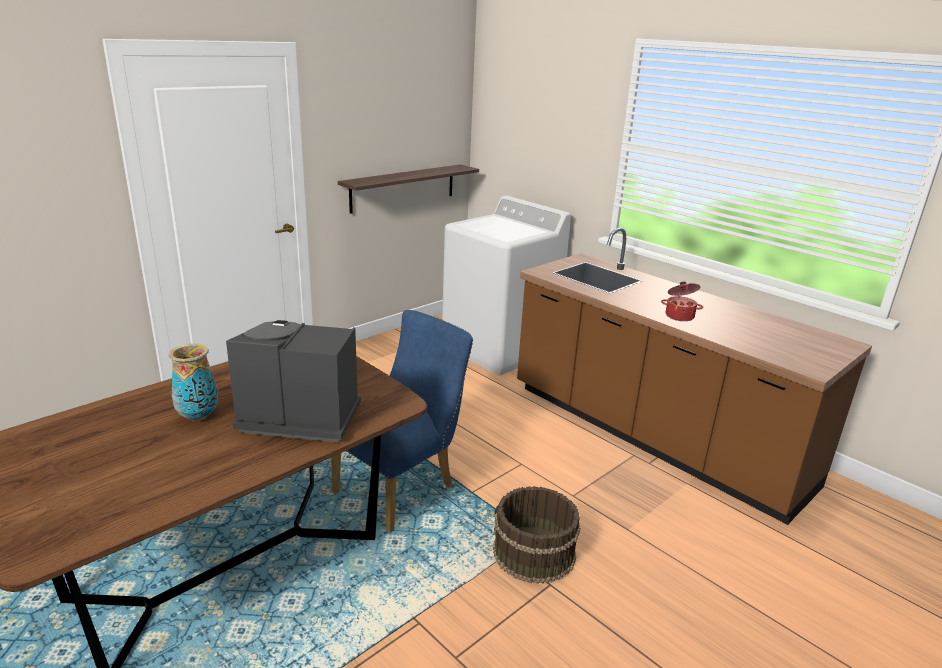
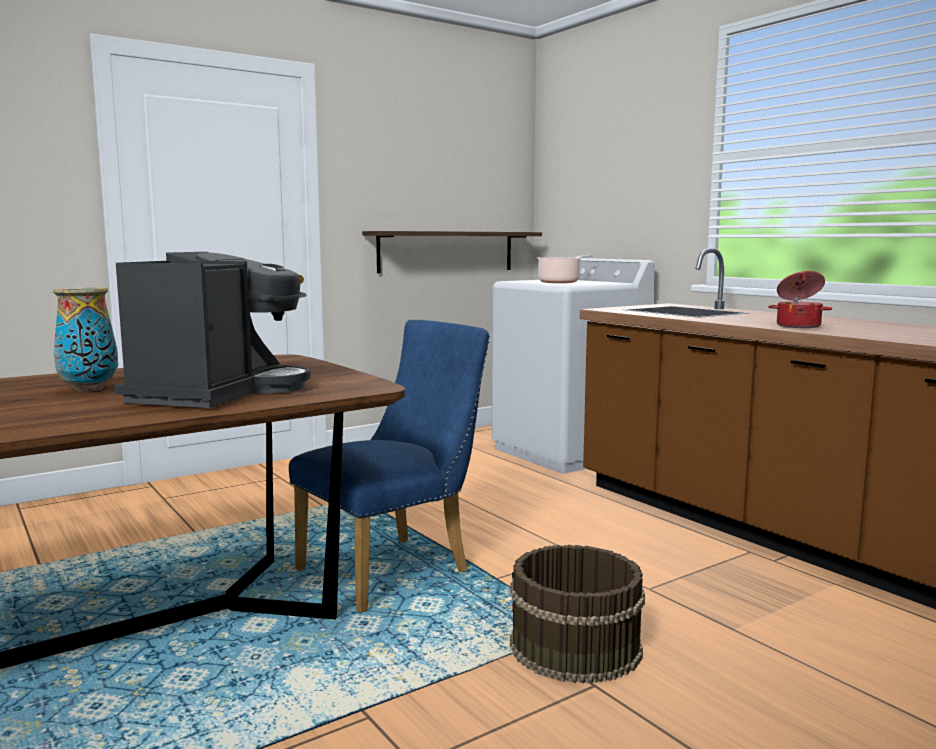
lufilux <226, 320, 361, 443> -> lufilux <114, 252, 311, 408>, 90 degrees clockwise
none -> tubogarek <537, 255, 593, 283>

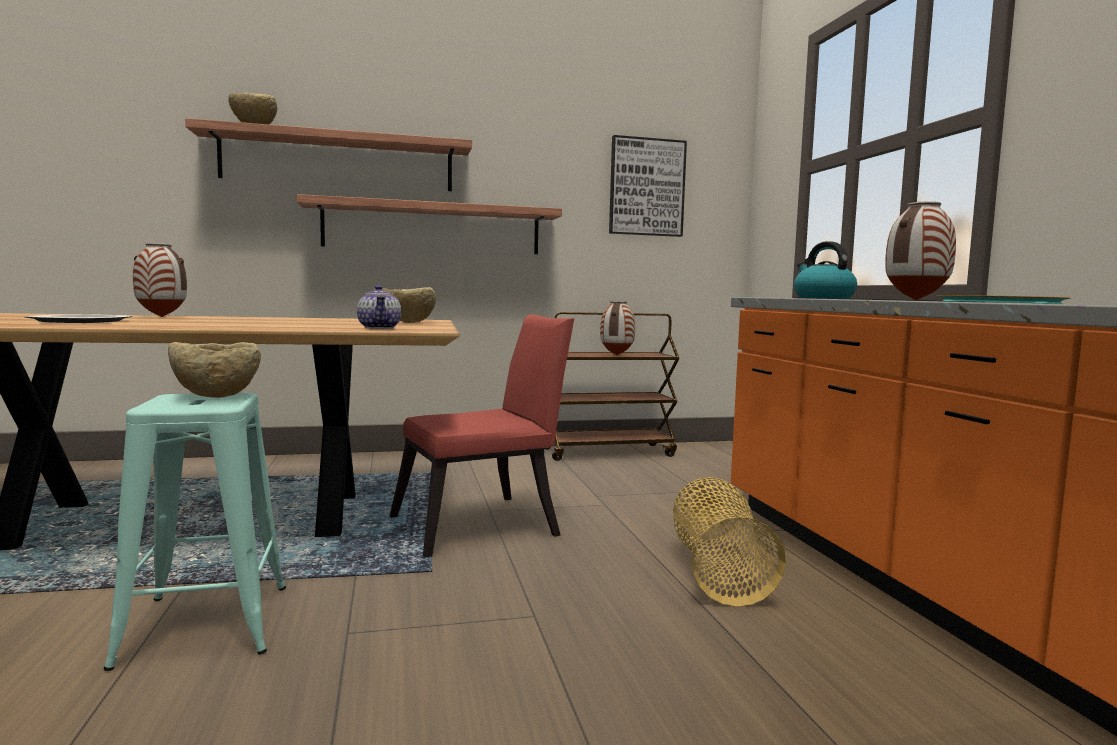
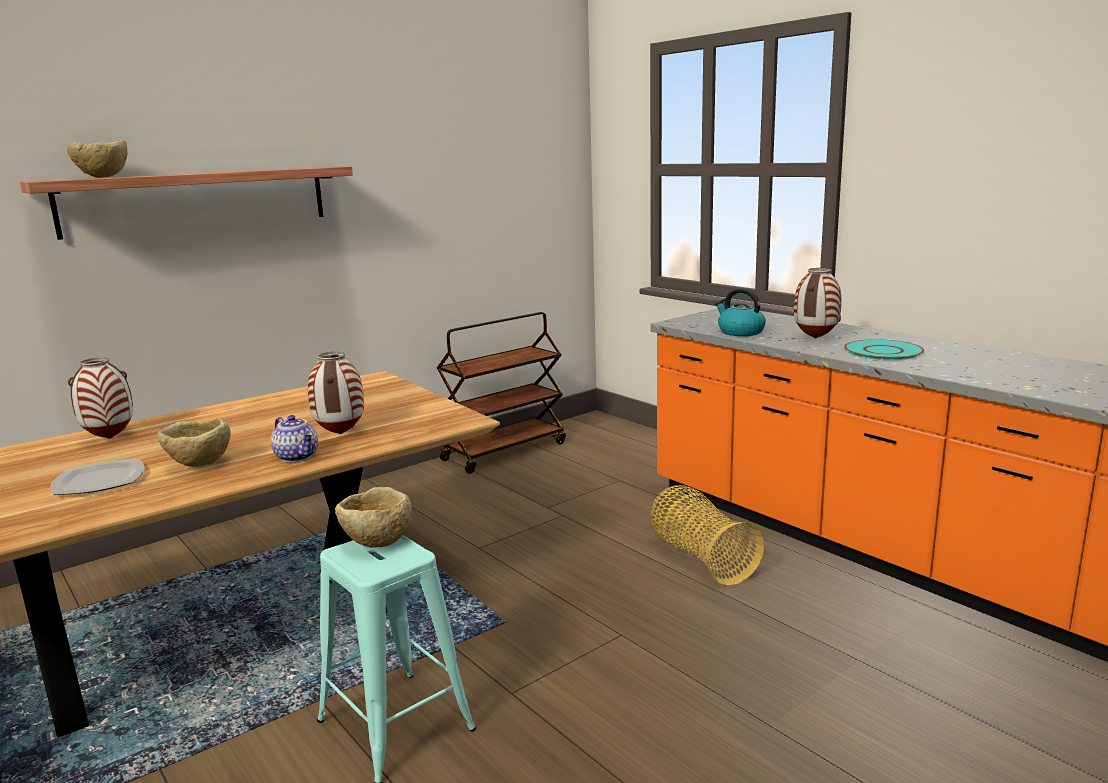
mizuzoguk <297, 194, 562, 254> -> none
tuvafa <357, 285, 401, 329> -> tuvafa <271, 415, 318, 462>, move
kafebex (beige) <383, 287, 436, 323> -> kafebex (beige) <157, 419, 231, 467>, move
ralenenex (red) <390, 314, 574, 557> -> none
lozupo <600, 301, 635, 355> -> lozupo <308, 352, 364, 434>, move
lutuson <609, 135, 687, 237> -> none

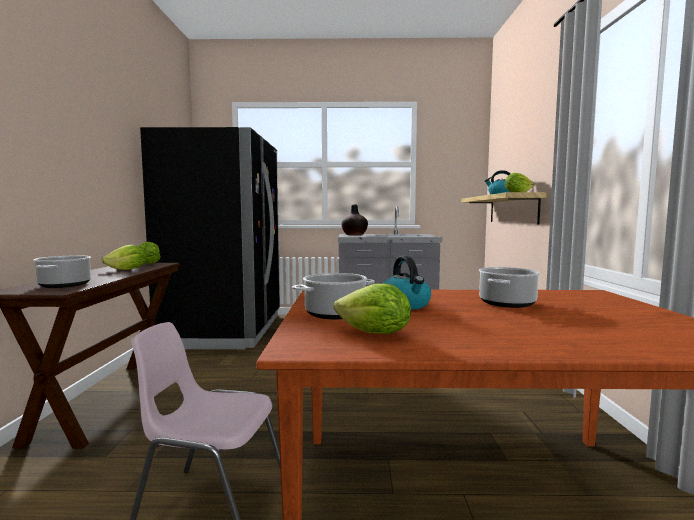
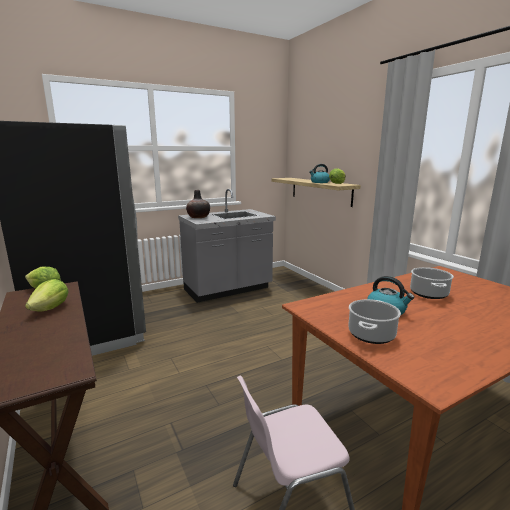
tubogarek <33, 255, 91, 288> -> none
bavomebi <334, 283, 411, 334> -> none

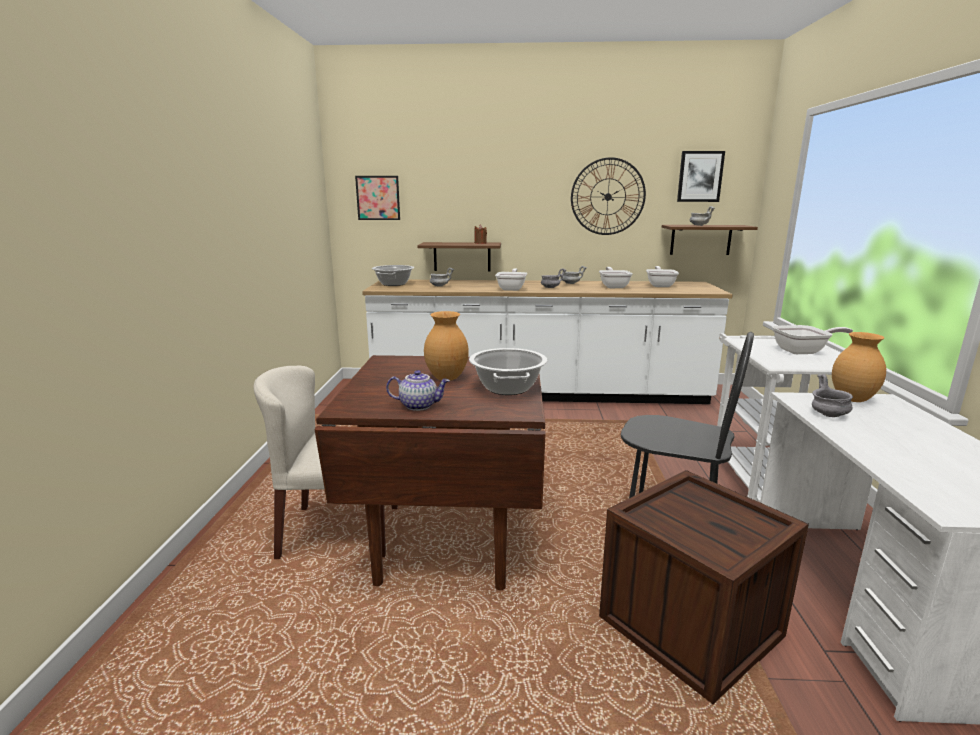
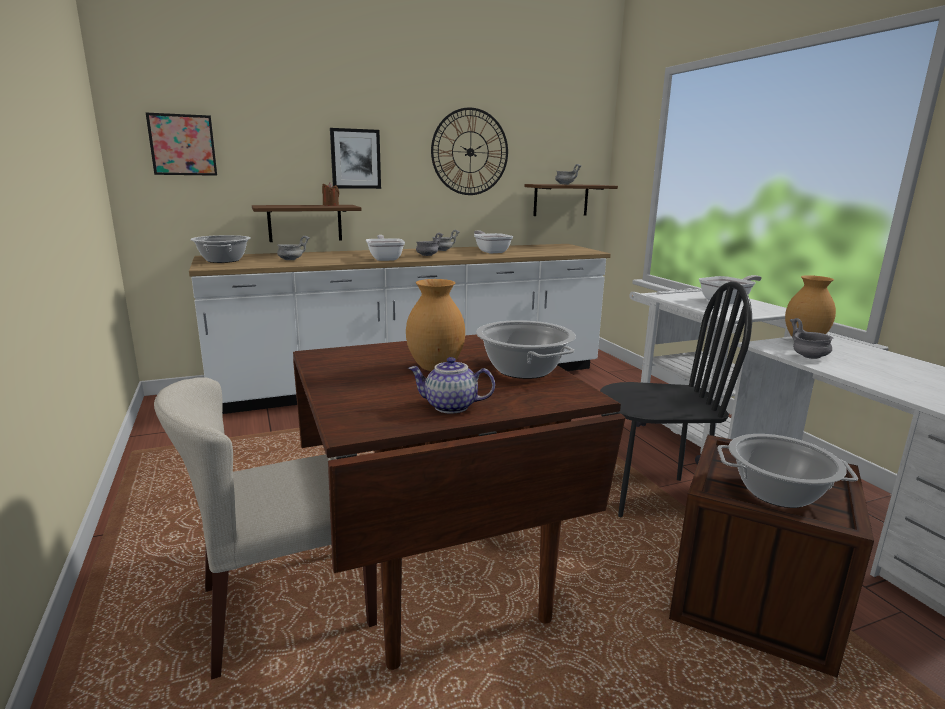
tuvafa <386, 370, 450, 411> -> tuvafa <408, 357, 495, 414>, 150 degrees counterclockwise
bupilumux <646, 266, 679, 287> -> none
lutuson <677, 151, 725, 202> -> lutuson <330, 128, 381, 189>, move
none -> tubogarek <717, 434, 858, 508>

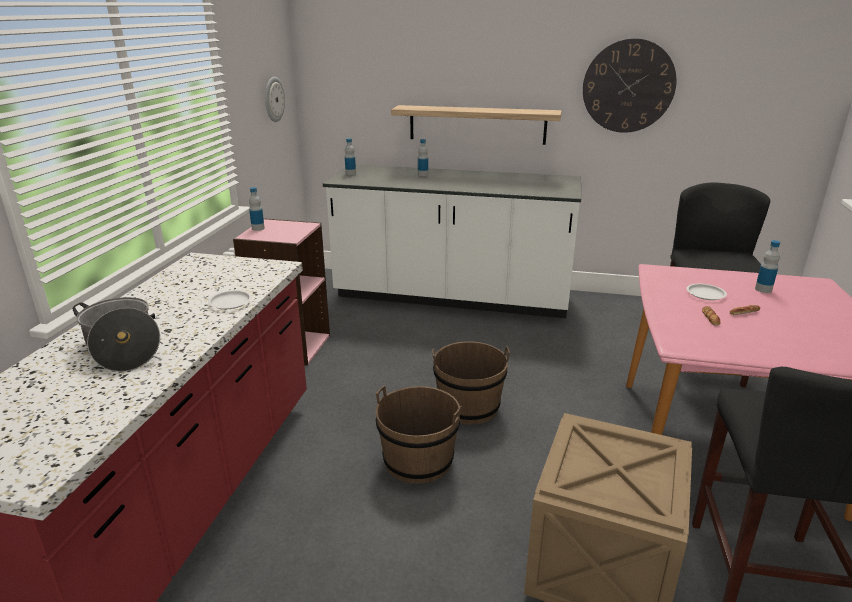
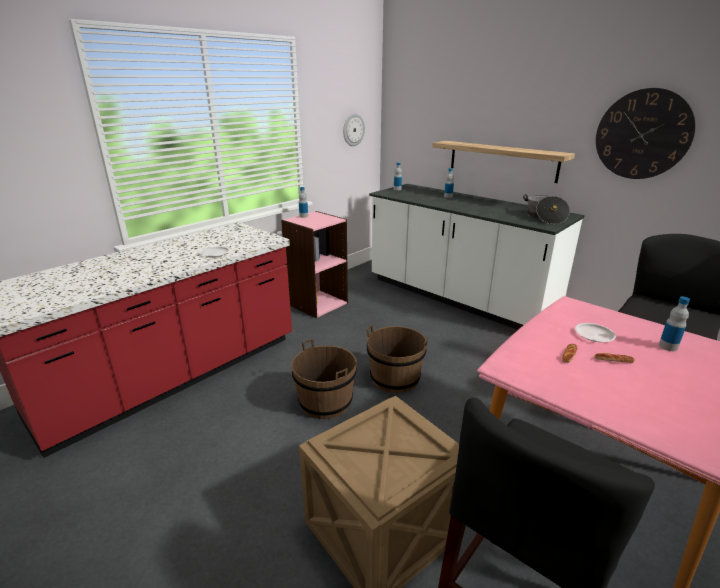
tubogarek <73, 297, 160, 372> -> tubogarek <523, 194, 570, 224>, move

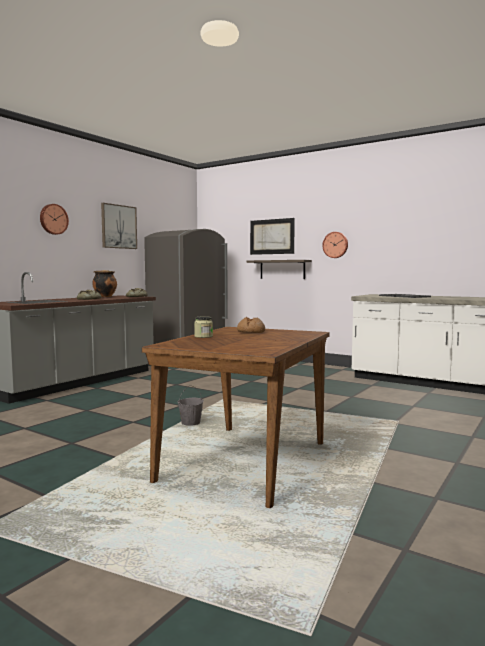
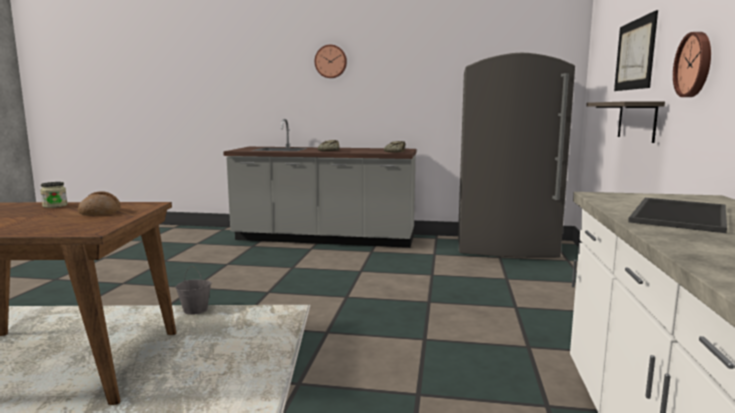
tubogarek <92, 270, 117, 297> -> none
lutuson <101, 203, 137, 249> -> none

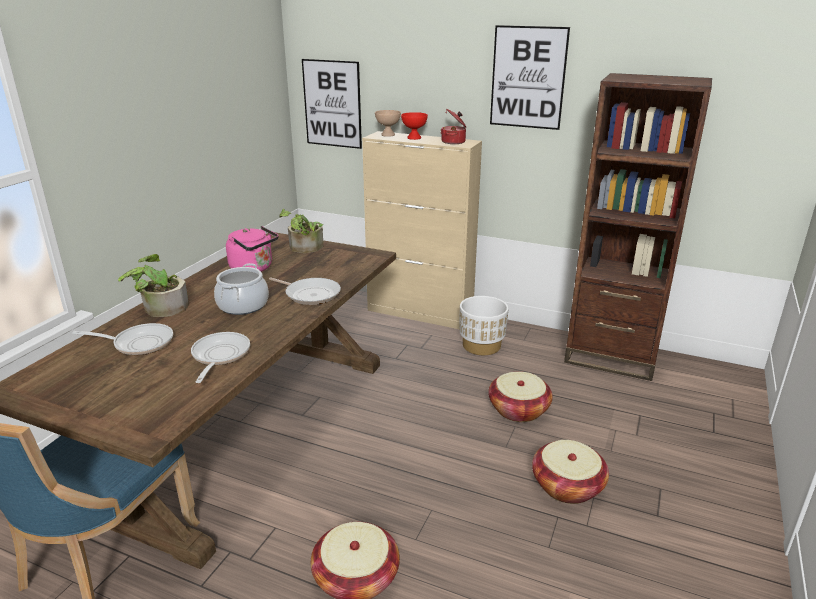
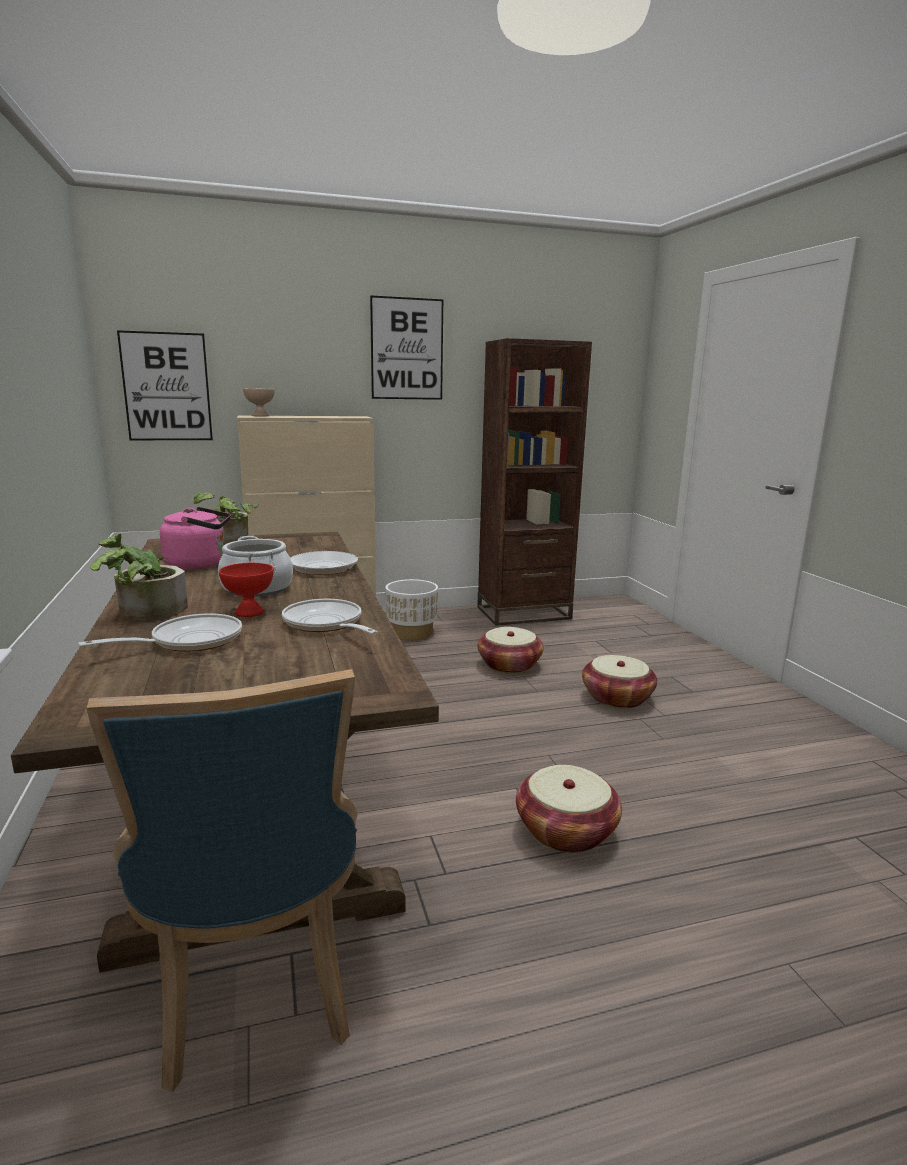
kafebex (red) <401, 112, 428, 140> -> kafebex (red) <219, 563, 274, 617>, move
tubogarek <441, 109, 466, 144> -> none

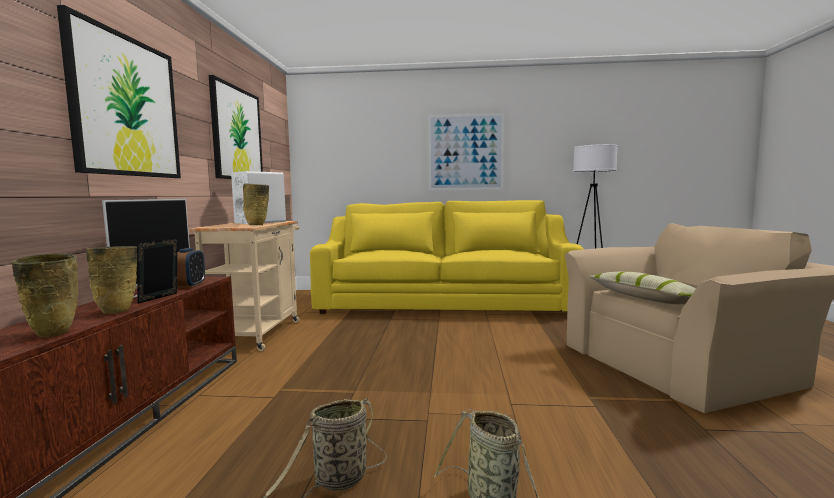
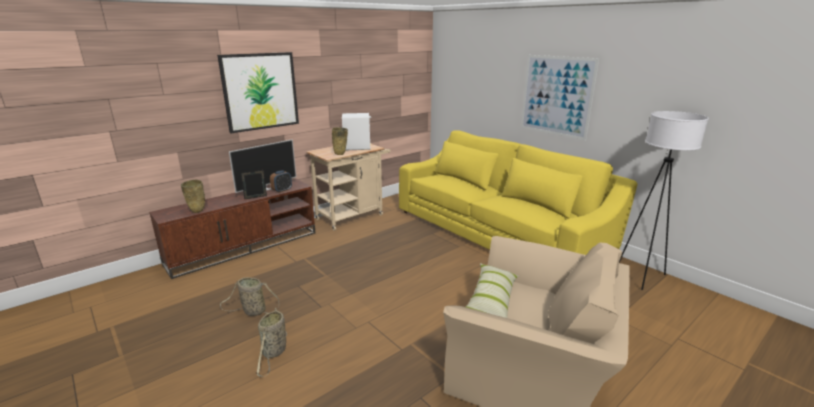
lozupo (beige) <86, 246, 137, 314> -> none
lutuson <209, 75, 263, 179> -> none

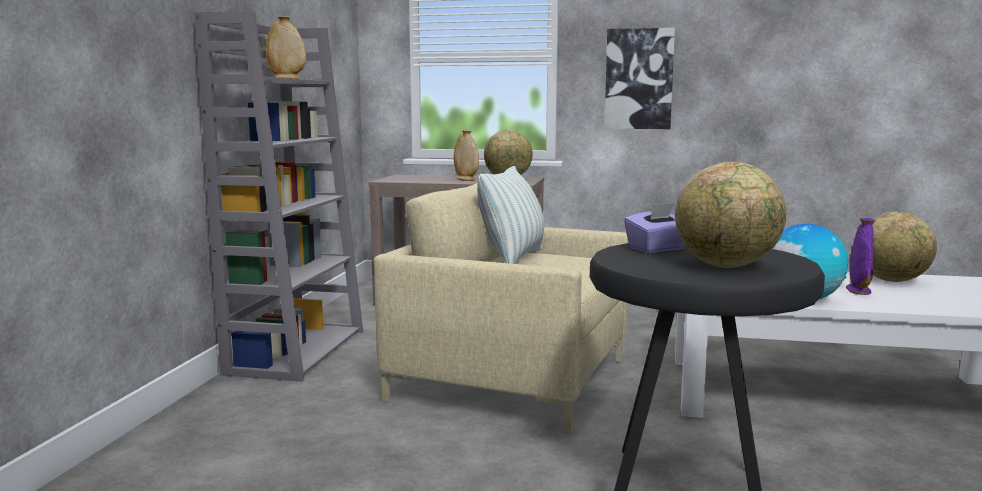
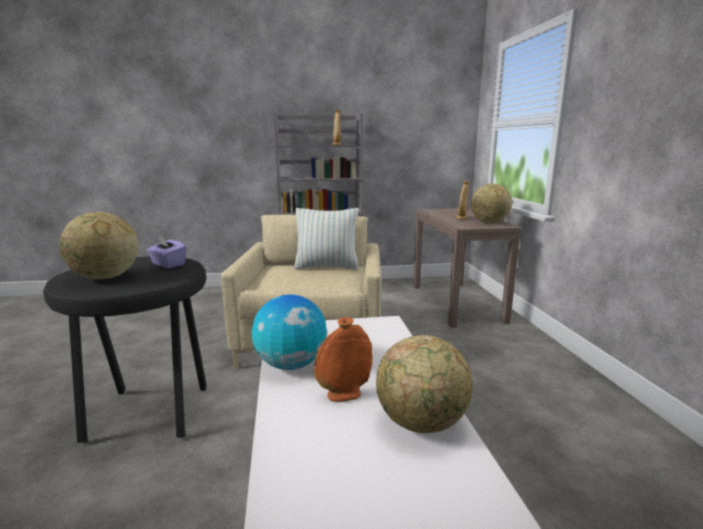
lutuson <604, 28, 675, 129> -> none
lozupo (purple) <846, 218, 875, 295> -> lozupo (orange) <314, 317, 373, 402>

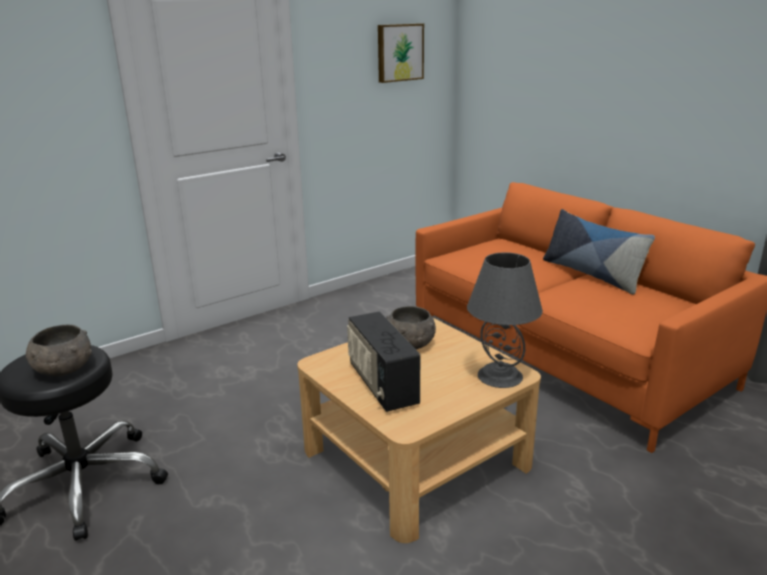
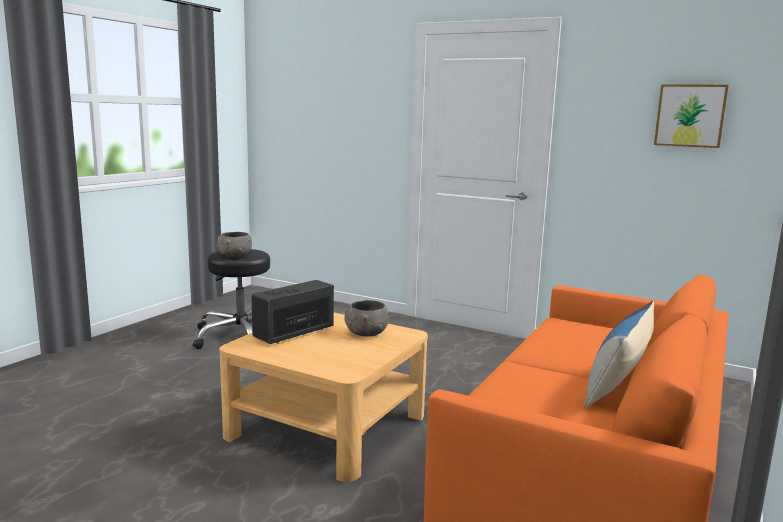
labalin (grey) <467, 252, 543, 388> -> none

